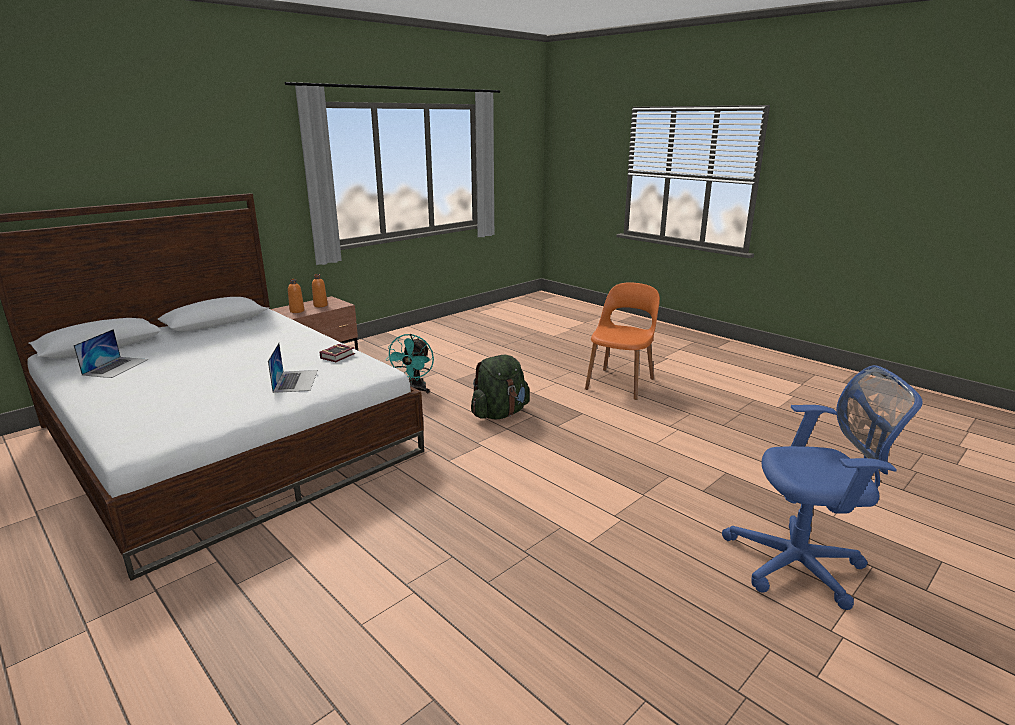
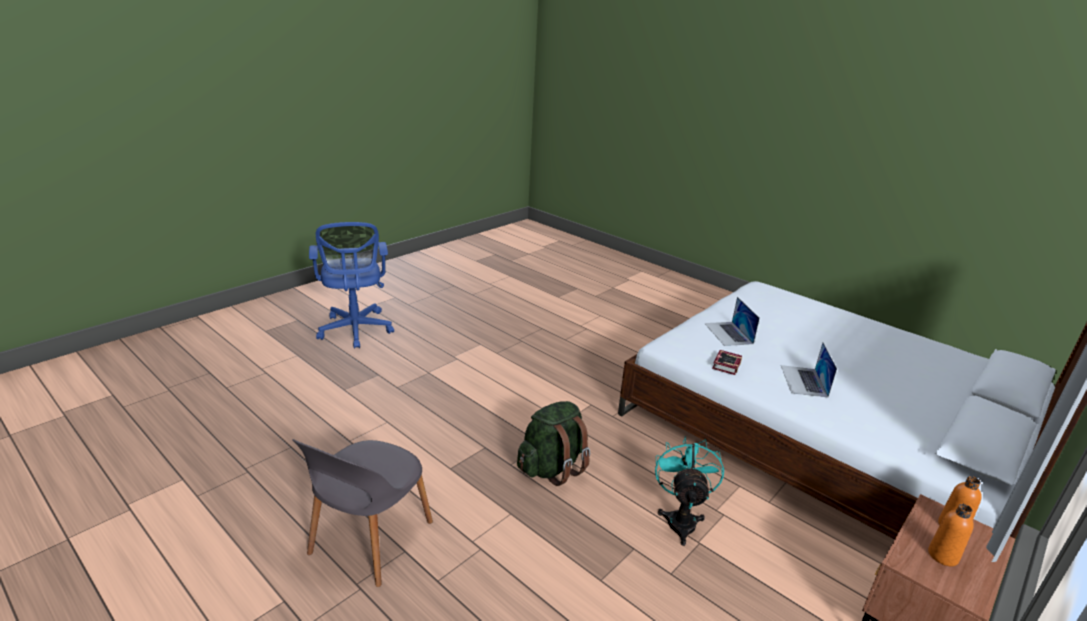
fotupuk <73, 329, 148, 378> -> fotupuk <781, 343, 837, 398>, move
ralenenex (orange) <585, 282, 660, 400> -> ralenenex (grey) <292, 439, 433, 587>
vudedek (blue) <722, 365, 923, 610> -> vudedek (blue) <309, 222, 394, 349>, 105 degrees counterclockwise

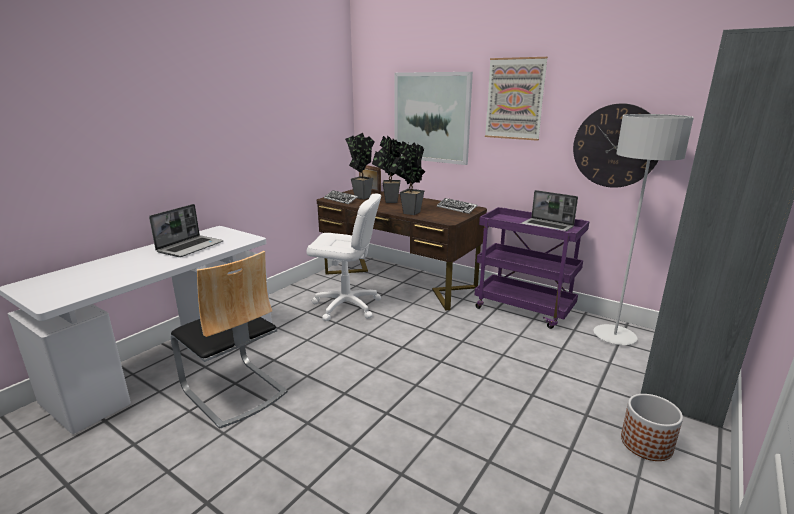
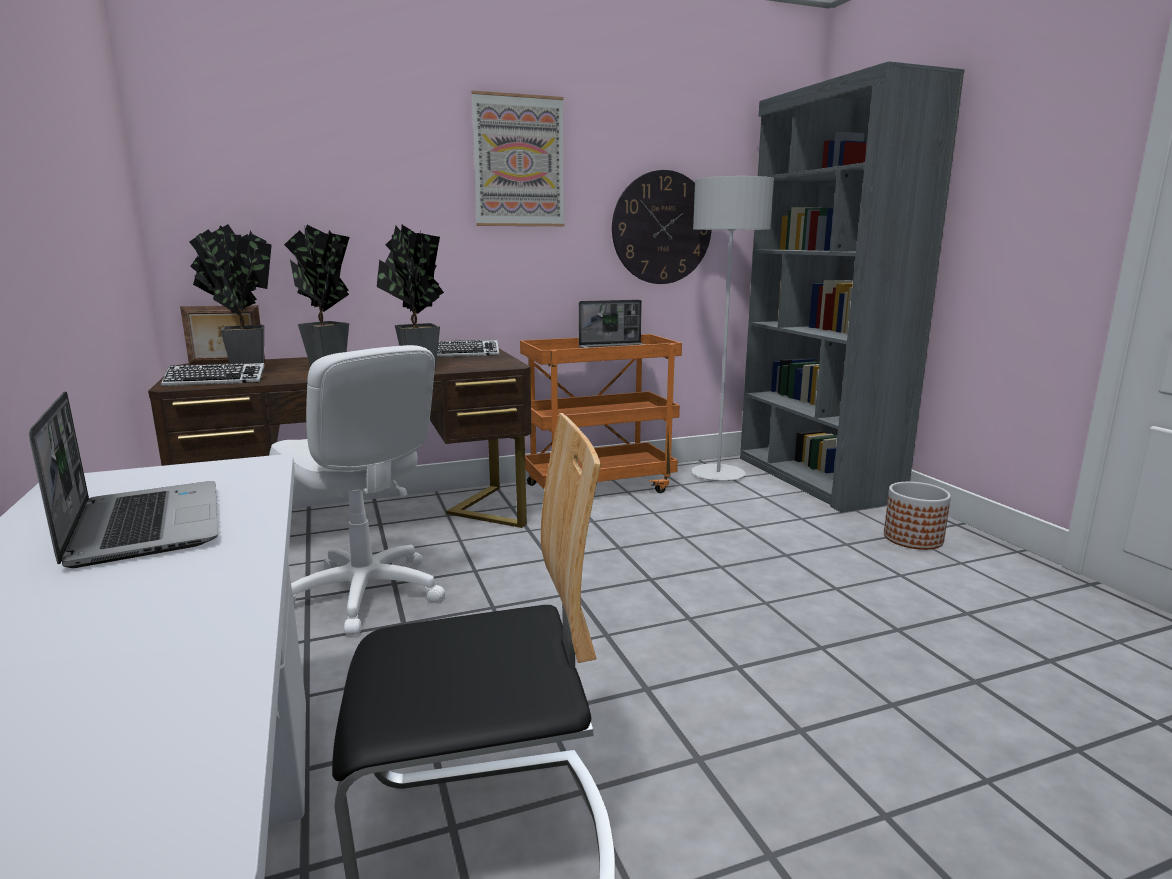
vudedek (white) <307, 194, 381, 321> -> vudedek (white) <269, 345, 445, 635>, 90 degrees clockwise
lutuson <394, 72, 473, 165> -> none
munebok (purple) <475, 207, 589, 329> -> munebok (orange) <520, 334, 682, 493>

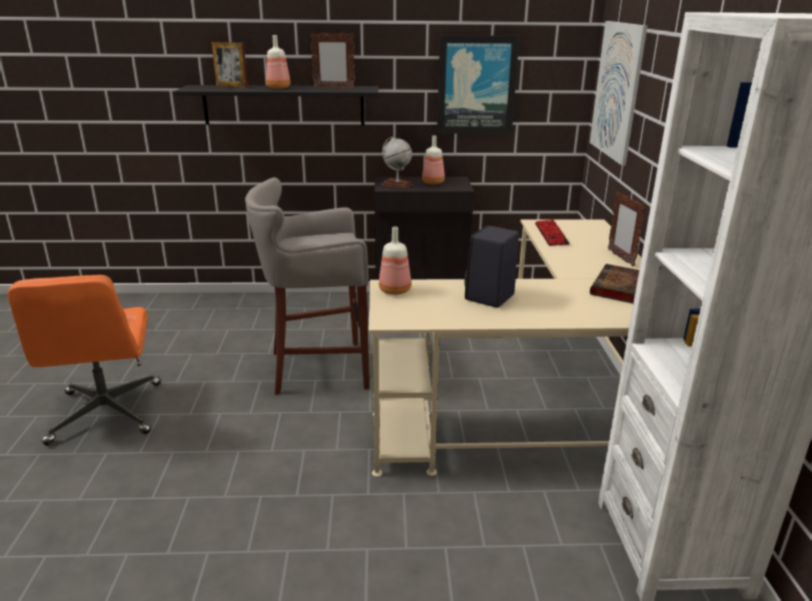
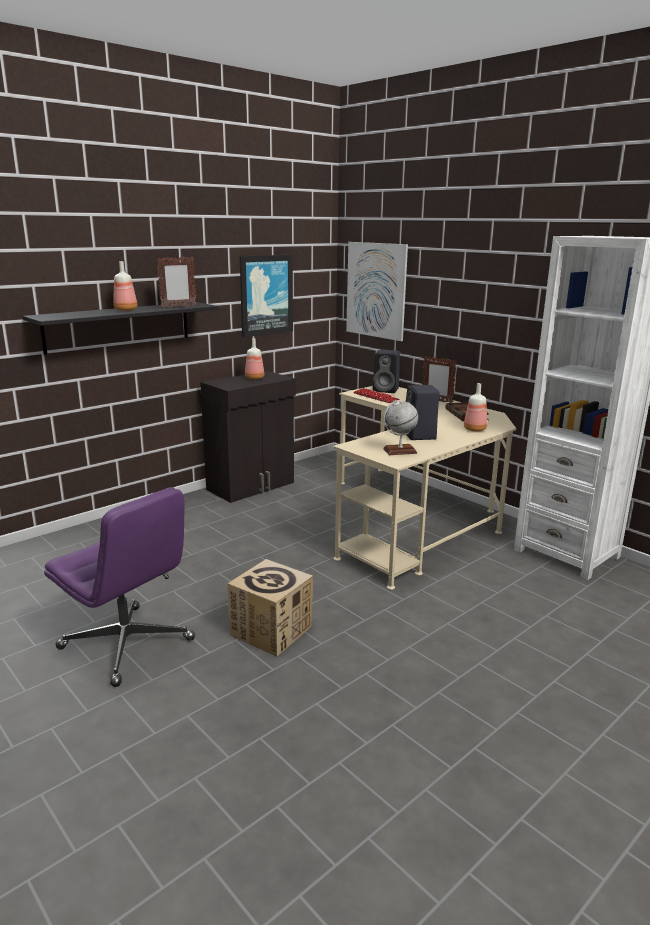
vudedek (orange) <8, 275, 161, 446> -> vudedek (purple) <44, 487, 195, 687>
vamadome <211, 42, 248, 88> -> none
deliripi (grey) <245, 177, 369, 395> -> none
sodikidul <379, 227, 411, 295> -> sodikidul <464, 383, 487, 432>, move
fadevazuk <382, 136, 413, 189> -> fadevazuk <383, 400, 418, 455>, move
none -> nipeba <227, 559, 313, 656>
none -> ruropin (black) <372, 350, 400, 393>

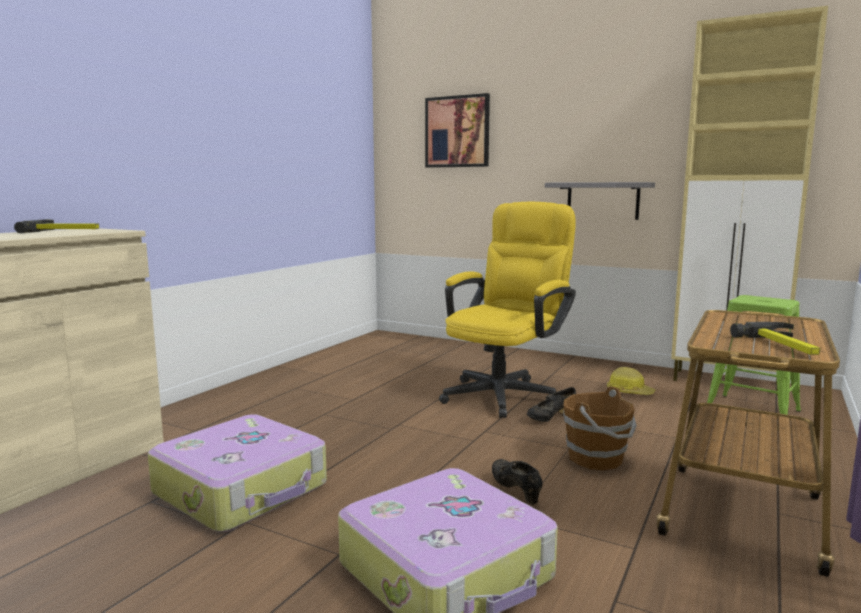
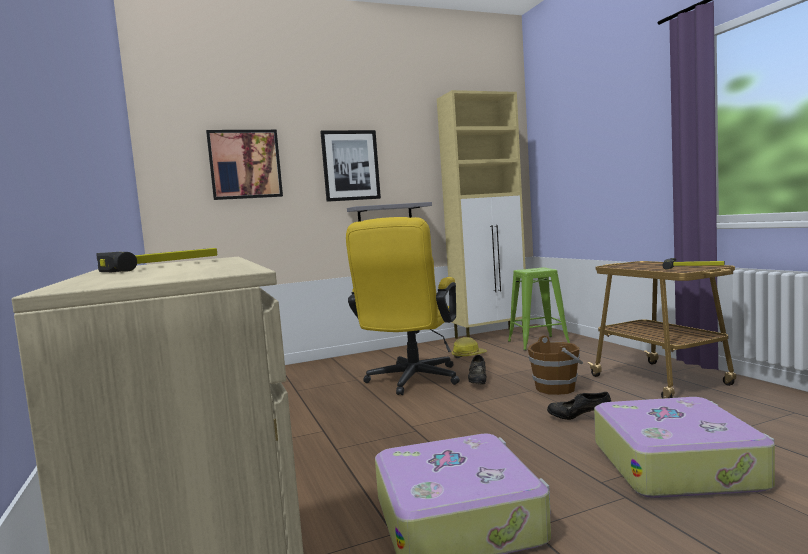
vudedek (yellow) <439, 202, 576, 418> -> vudedek (yellow) <346, 217, 460, 395>, 150 degrees counterclockwise
none -> lutuson <320, 130, 381, 202>

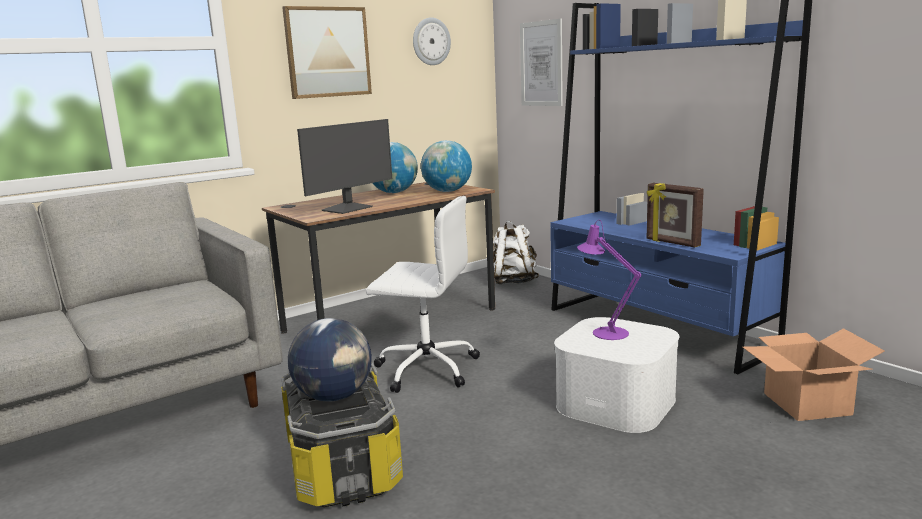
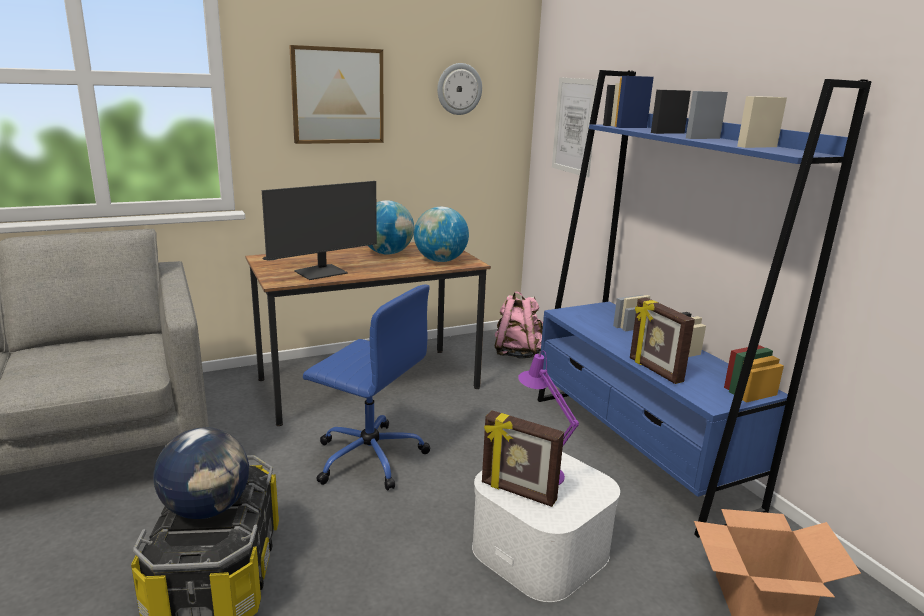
vudedek (white) <366, 196, 480, 393> -> vudedek (blue) <303, 285, 430, 491>
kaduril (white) <493, 221, 539, 284> -> kaduril (pink) <495, 291, 543, 358>
none -> vamadome <482, 410, 564, 507>

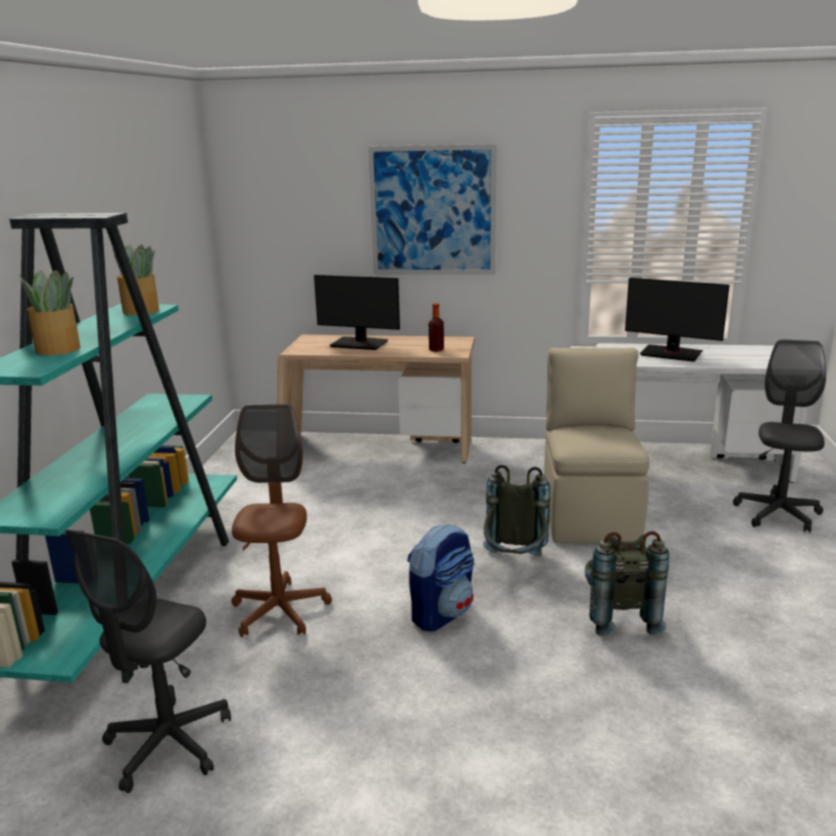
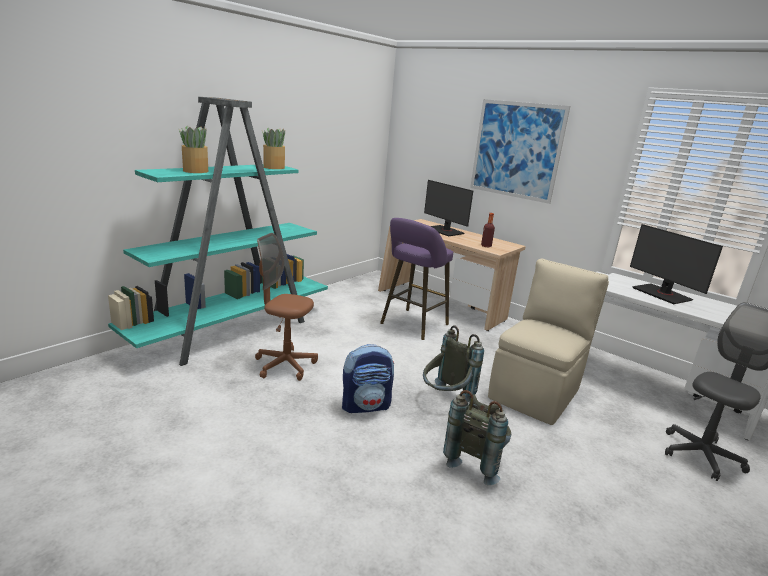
vudedek (grey) <65, 530, 231, 793> -> none
vudedek (brown) <231, 404, 332, 637> -> vudedek (brown) <255, 233, 318, 381>, 105 degrees counterclockwise
none -> deliripi (purple) <380, 218, 453, 340>

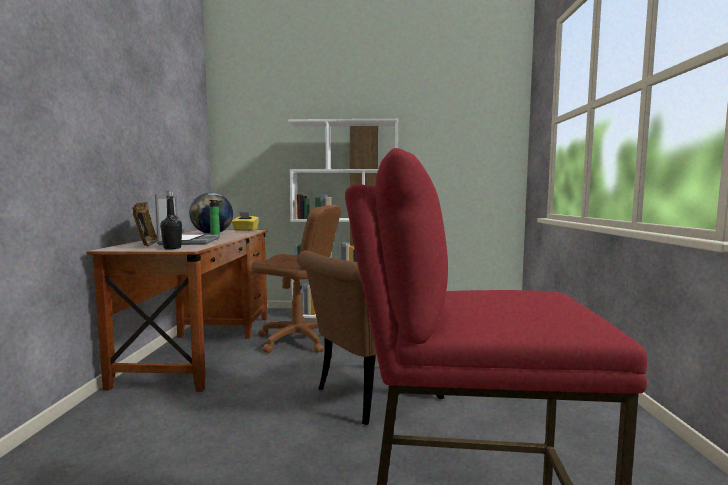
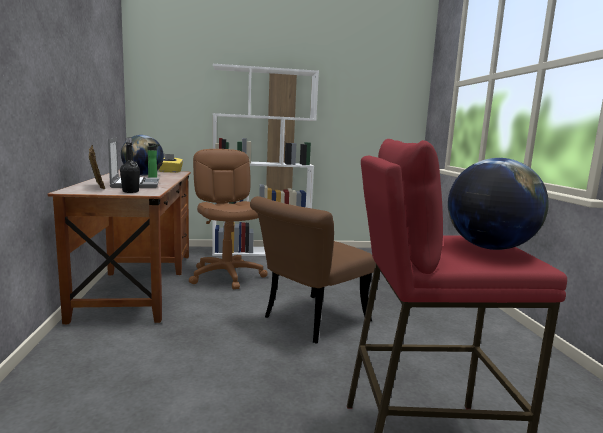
vudedek (brown) <251, 205, 341, 353> -> vudedek (brown) <189, 149, 268, 290>, 120 degrees counterclockwise
none -> fadevazuk <448, 158, 549, 250>

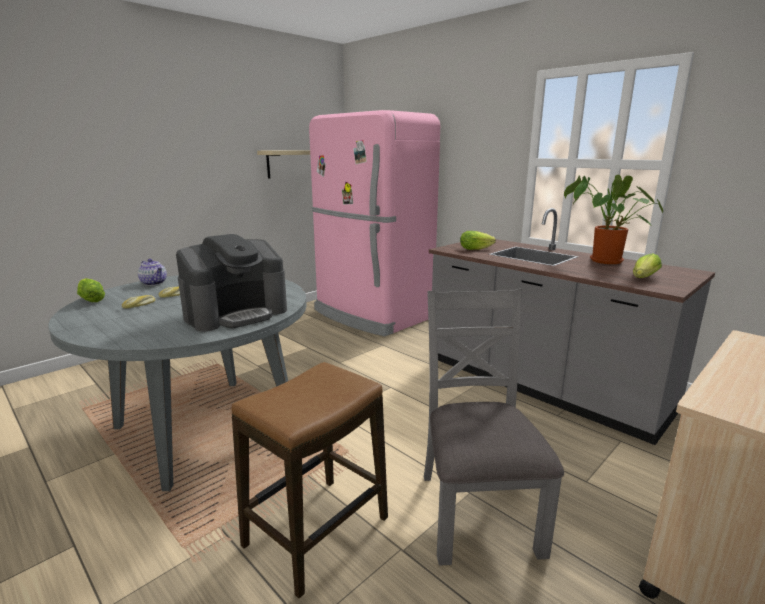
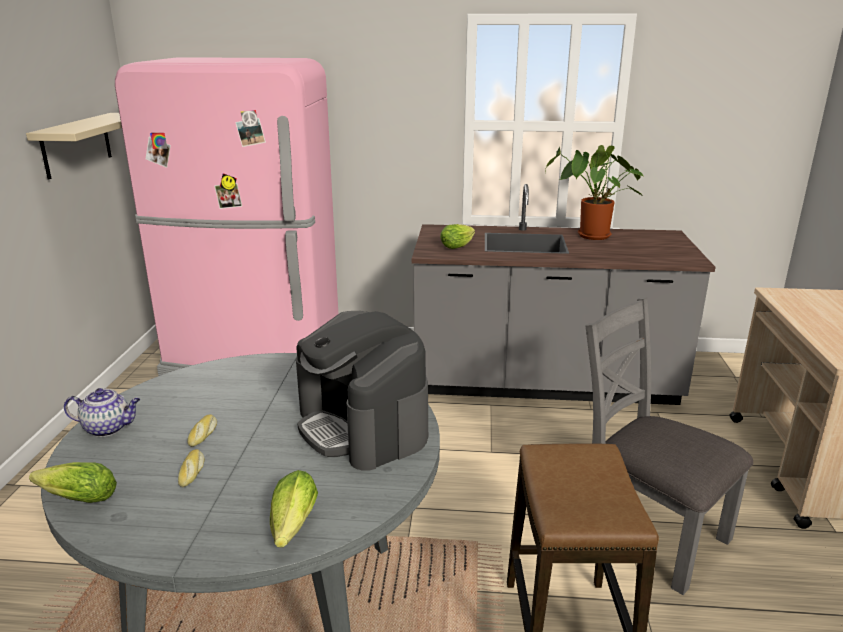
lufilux <176, 234, 287, 332> -> lufilux <296, 311, 428, 471>, 135 degrees clockwise
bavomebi <633, 253, 662, 278> -> bavomebi <270, 470, 318, 547>, move

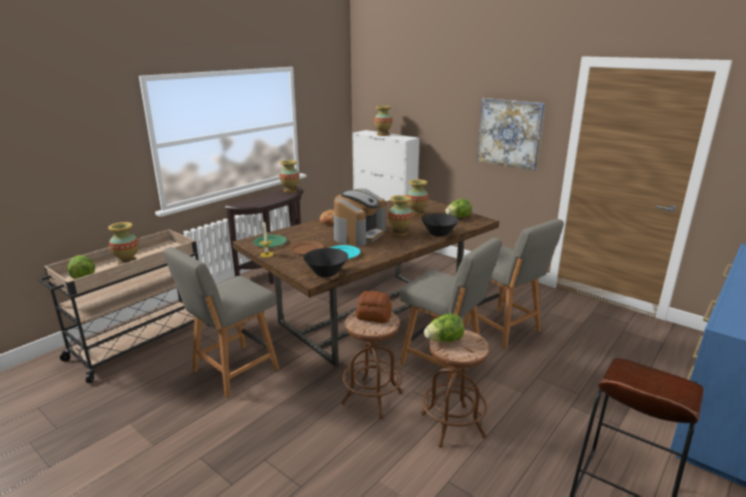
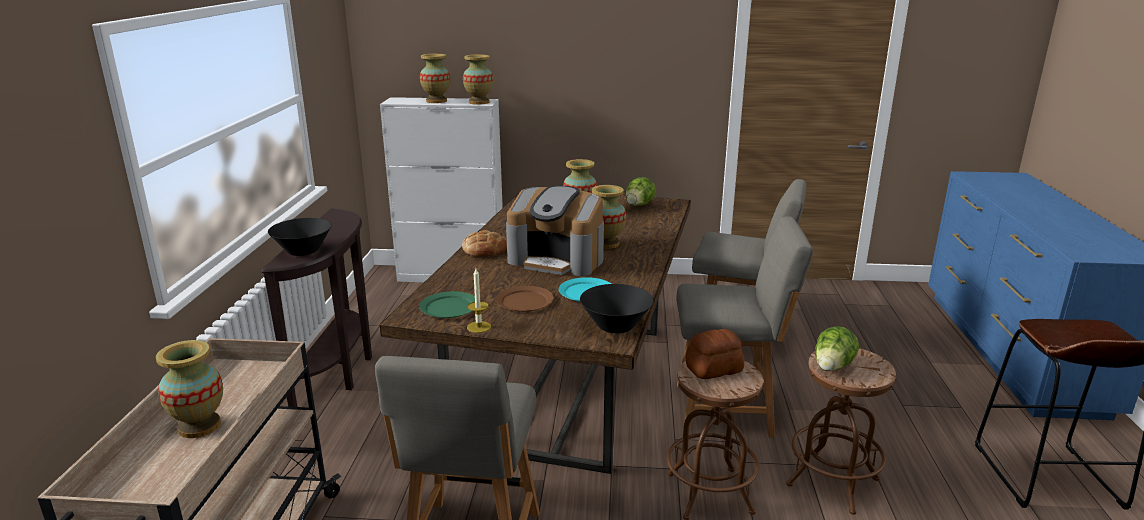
bavomebi <68, 255, 95, 279> -> none
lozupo <280, 160, 299, 193> -> lozupo <463, 54, 493, 105>, move
lufilux <334, 189, 386, 246> -> lufilux <506, 186, 604, 276>, 120 degrees clockwise
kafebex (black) <421, 213, 459, 237> -> kafebex (black) <268, 218, 332, 256>, move
lutuson <477, 98, 545, 171> -> none

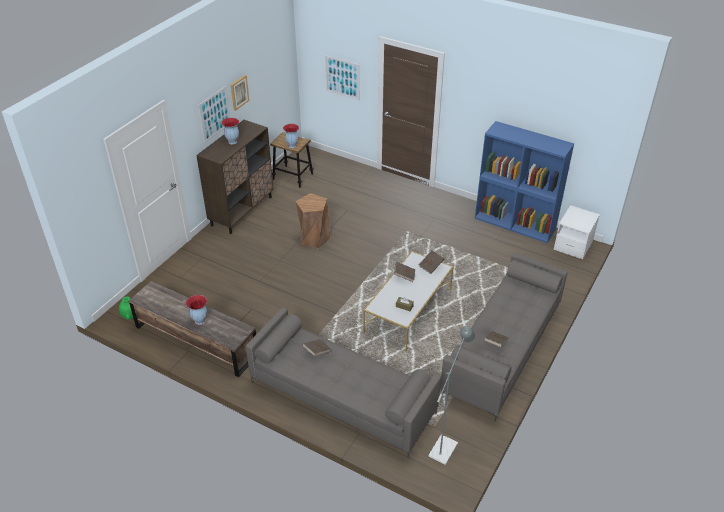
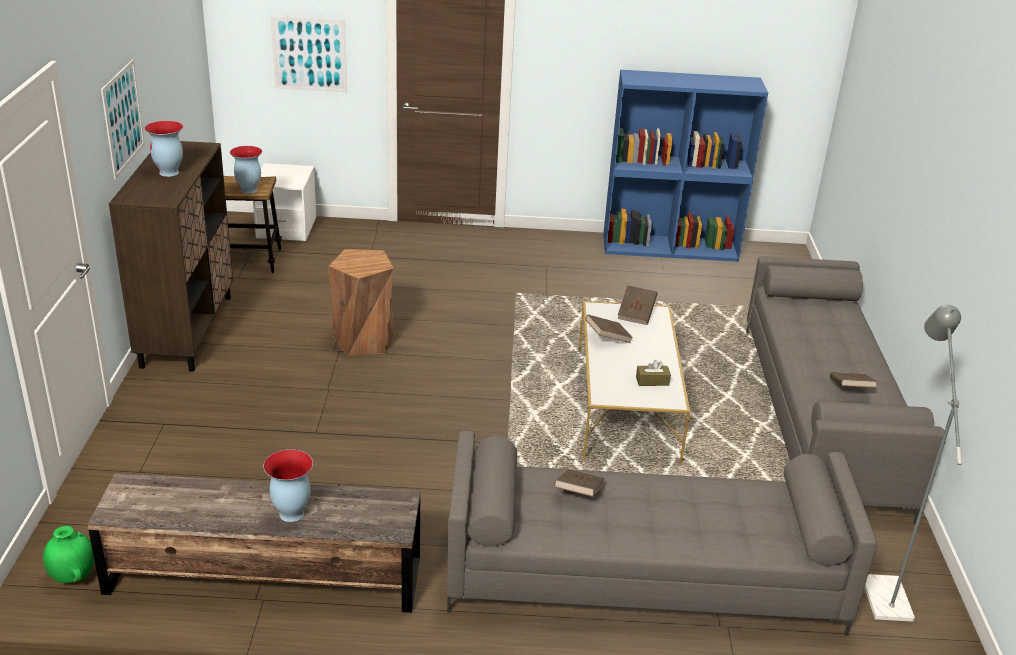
lutuson <231, 75, 249, 111> -> none
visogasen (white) <554, 205, 600, 260> -> visogasen (white) <253, 163, 316, 241>, move

